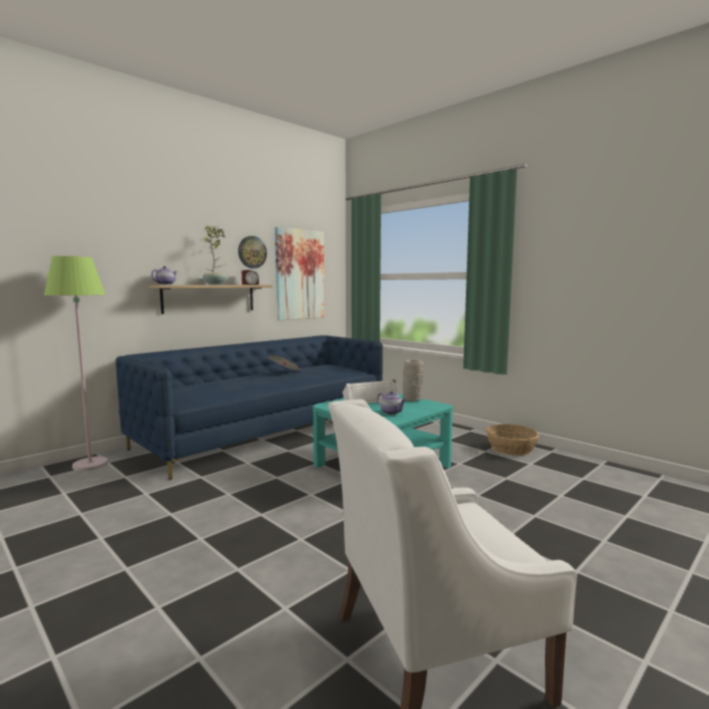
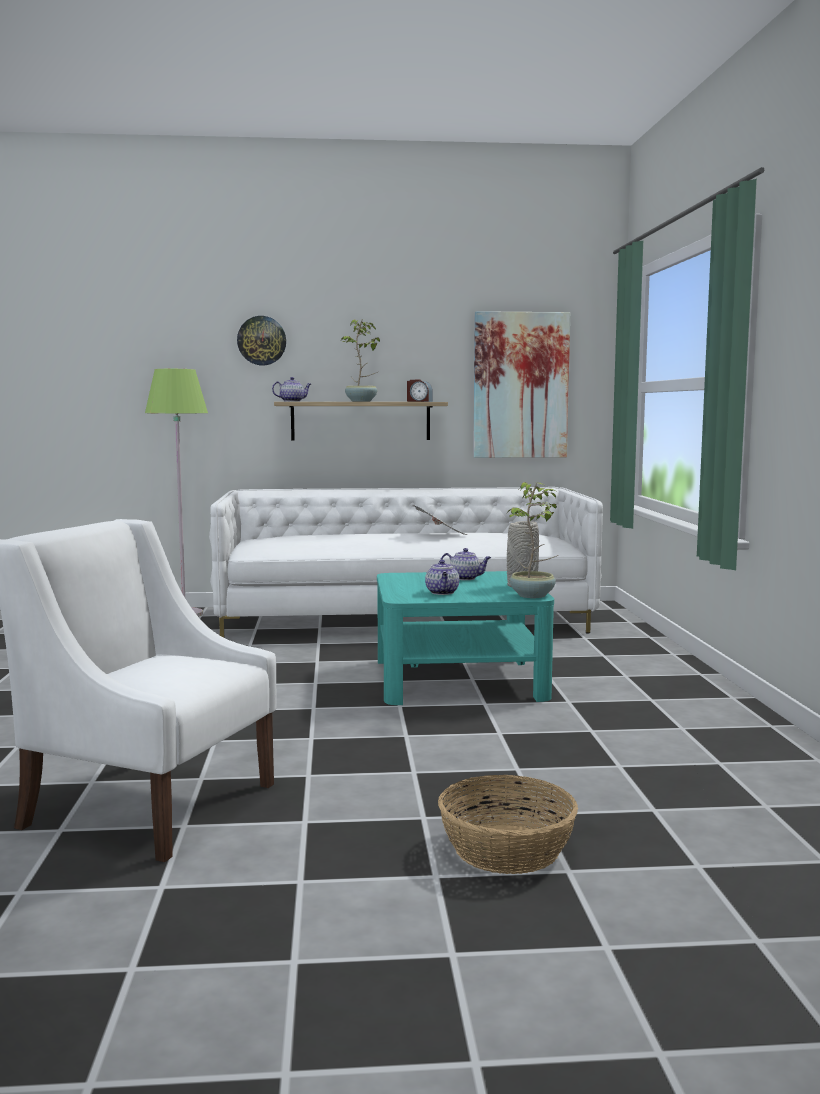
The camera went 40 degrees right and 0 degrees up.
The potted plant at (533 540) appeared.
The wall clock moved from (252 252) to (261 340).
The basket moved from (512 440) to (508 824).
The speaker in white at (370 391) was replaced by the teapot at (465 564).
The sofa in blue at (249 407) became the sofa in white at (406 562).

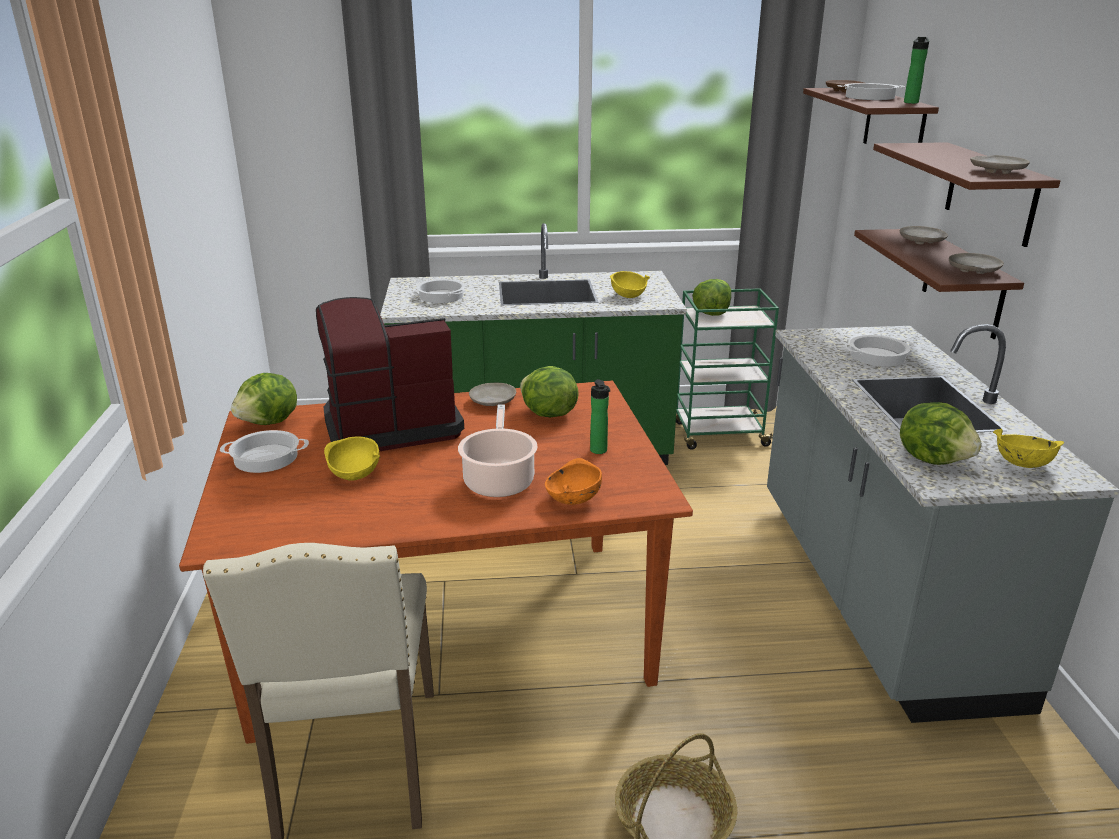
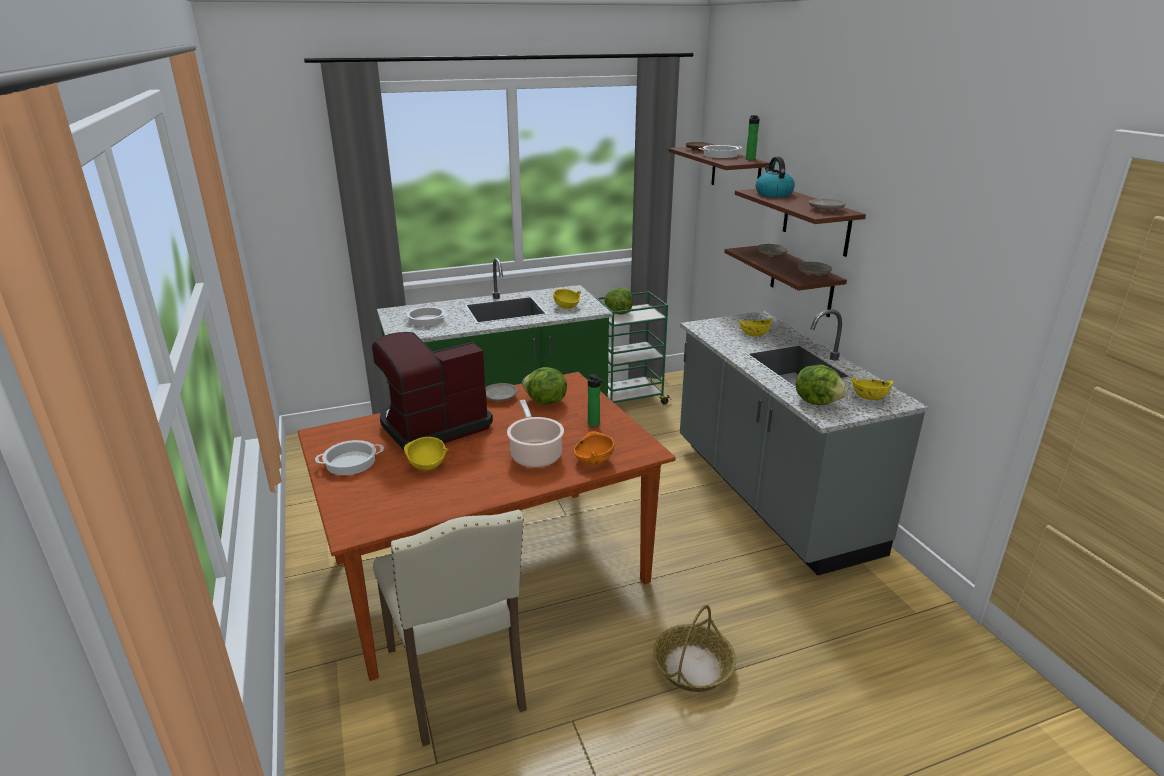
The camera went 15 degrees left and 0 degrees up.
The lettuce at (264 399) disappeared.
The kettle at (775 177) appeared.
The cooking pot at (879 351) was replaced by the bowl in yellow at (755 327).

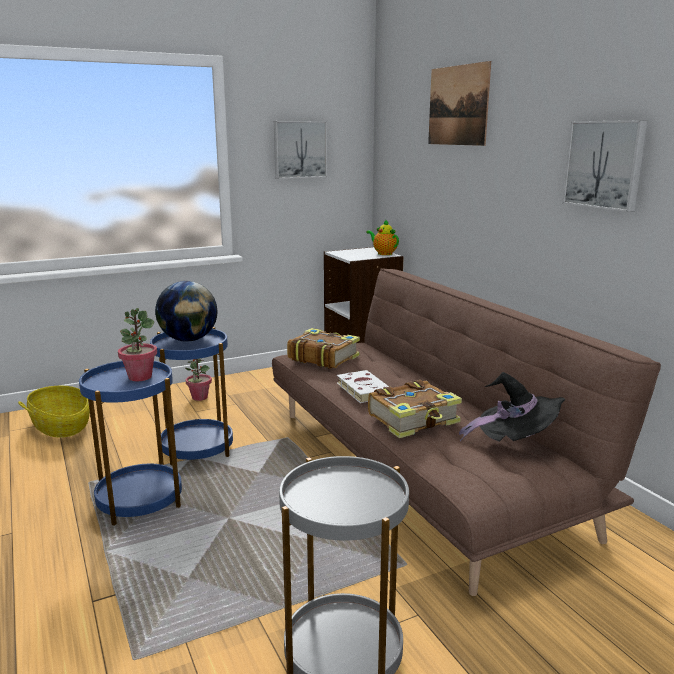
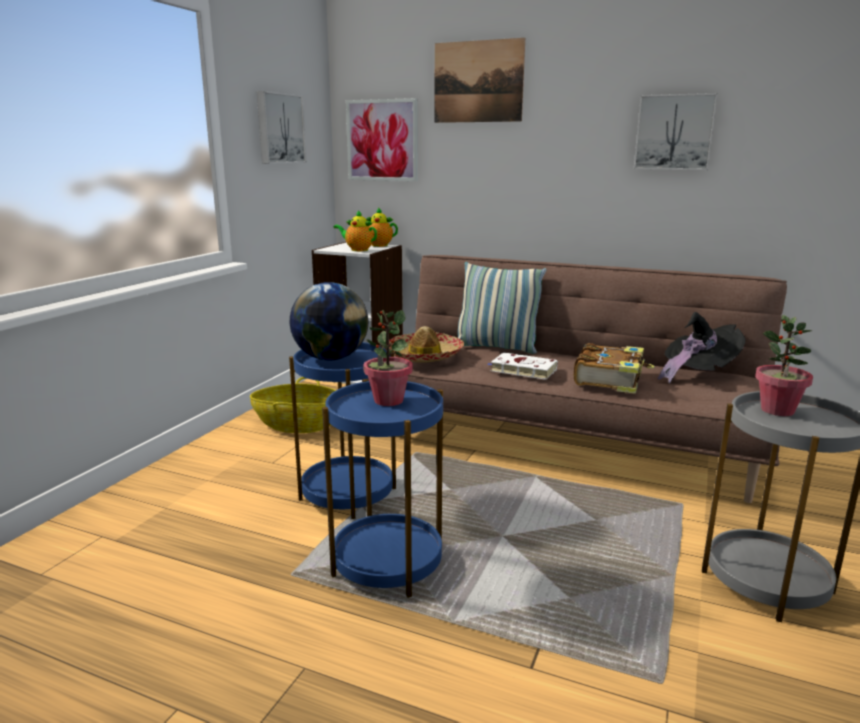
The camera went 40 degrees left and 0 degrees up.
The teapot at (355 230) appeared.
The picture at (382 139) appeared.
The pillow at (502 308) appeared.
The basket moved from (54 412) to (293 405).
The potted plant moved from (198 379) to (784 365).
The book at (323 348) was replaced by the hat at (426 344).

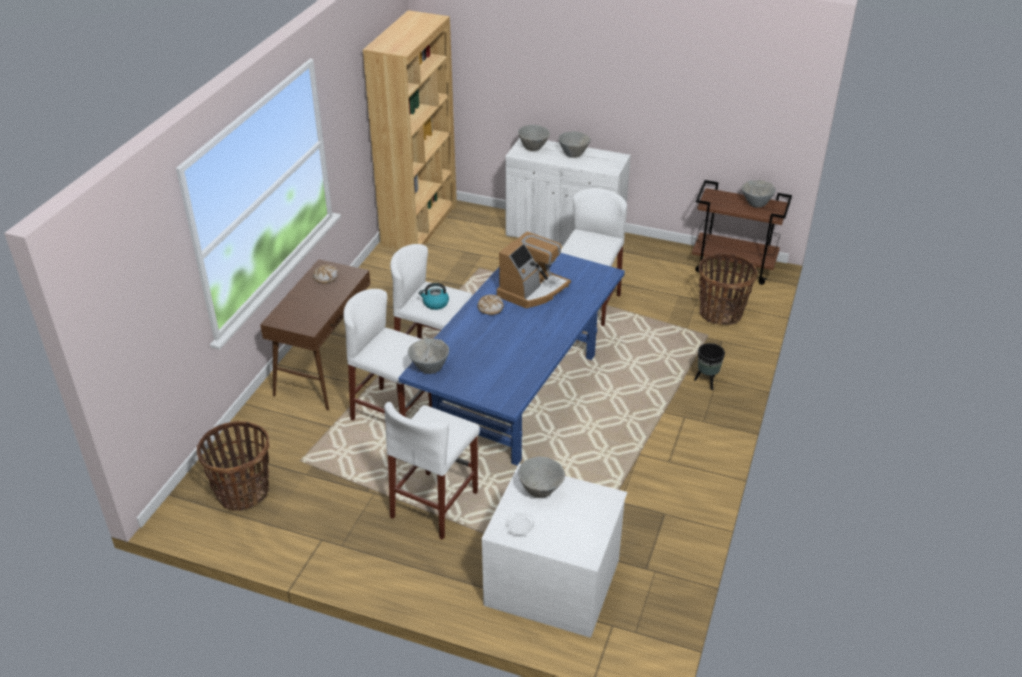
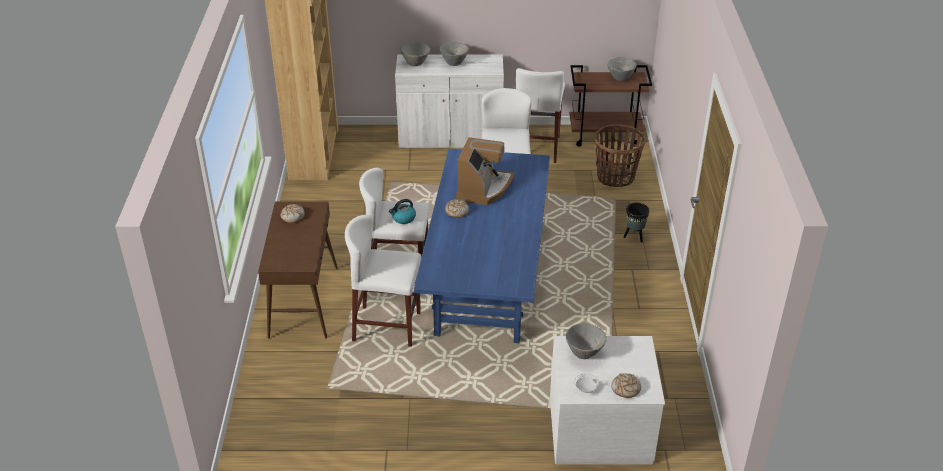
The camera went 20 degrees left and 0 degrees up.
The basket at (233 466) disappeared.
The bowl in grey at (428 356) disappeared.
The bread at (626 385) appeared.
The stool in white moved from (432 471) to (540 115).

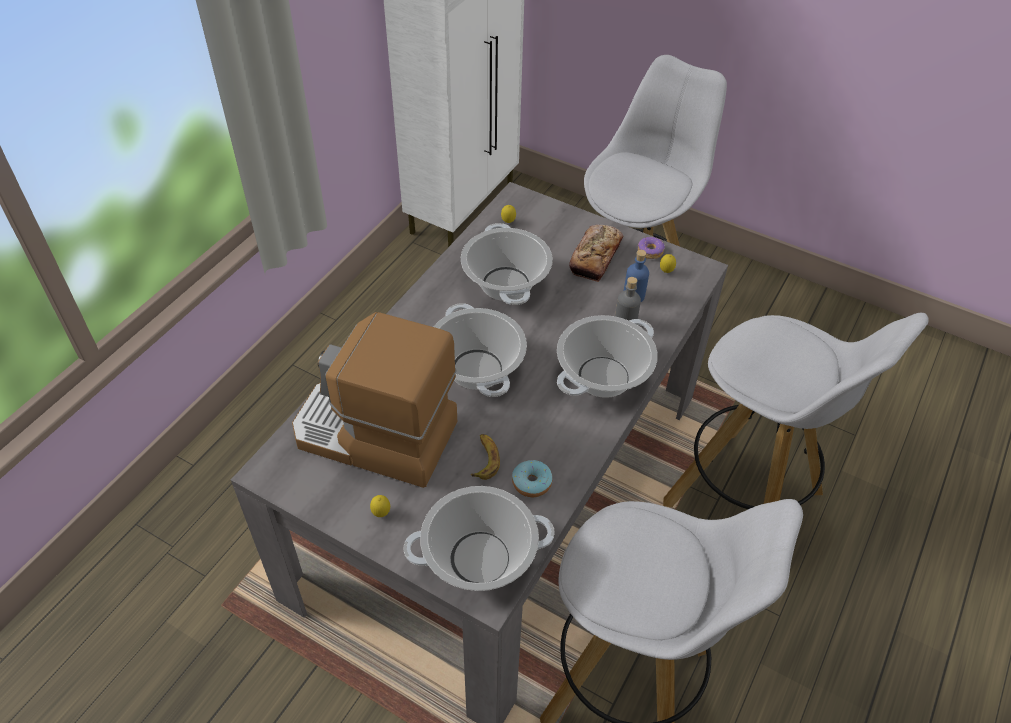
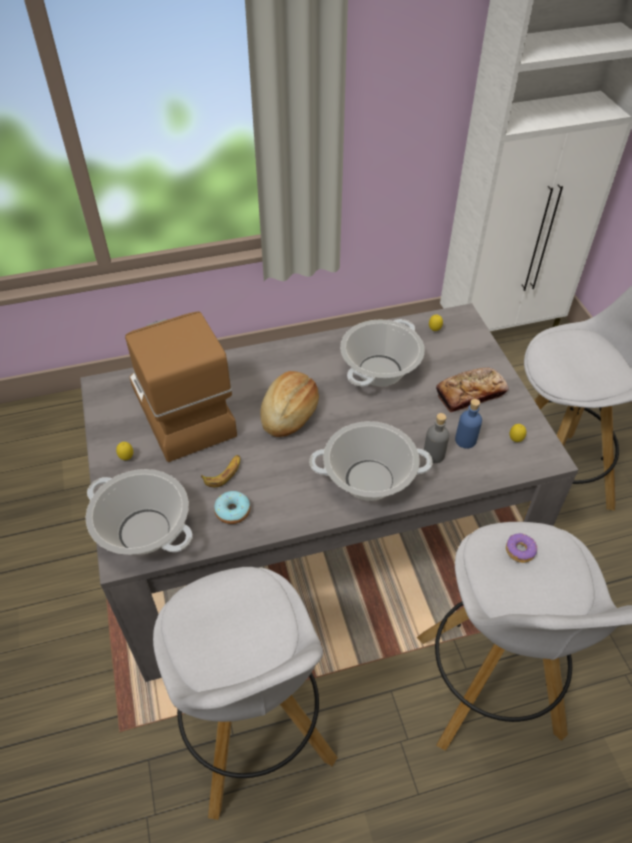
The camera went 45 degrees right and 0 degrees up.
The donut moved from (651 247) to (521 548).
The cooking pot at (480 350) was replaced by the bread at (289 404).

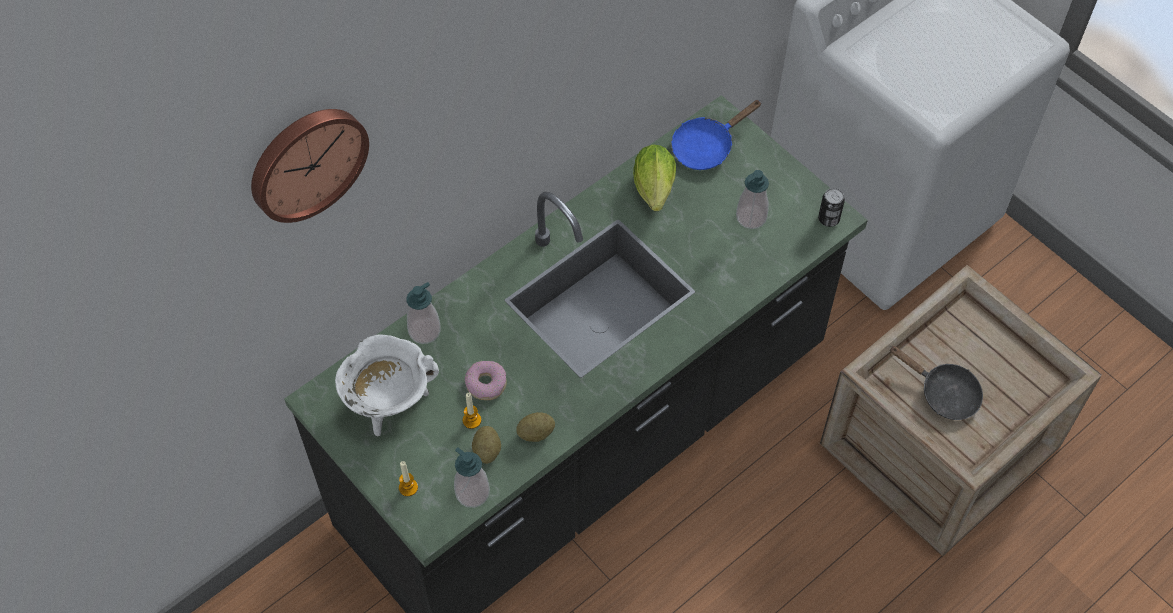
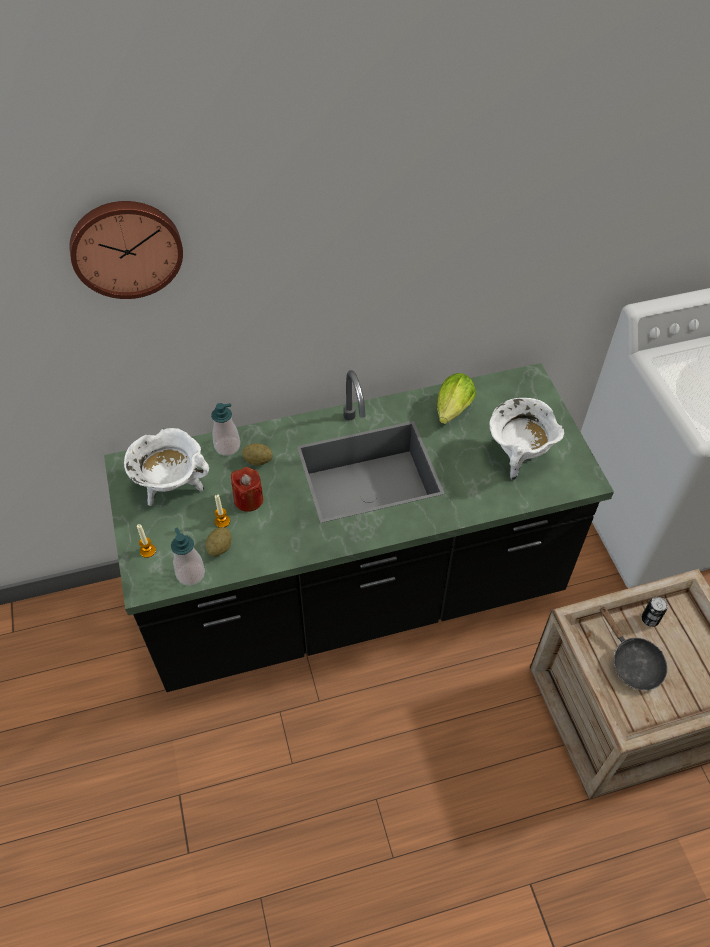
The camera went 25 degrees right and 5 degrees down.
The frying pan in blue at (716 135) disappeared.
The potato moved from (535 427) to (257 454).
The can moved from (831 207) to (654 612).
The donut at (486 380) was replaced by the candle in red at (247 489).
The soap dispenser at (752 199) was replaced by the cooking pot in white at (527 439).

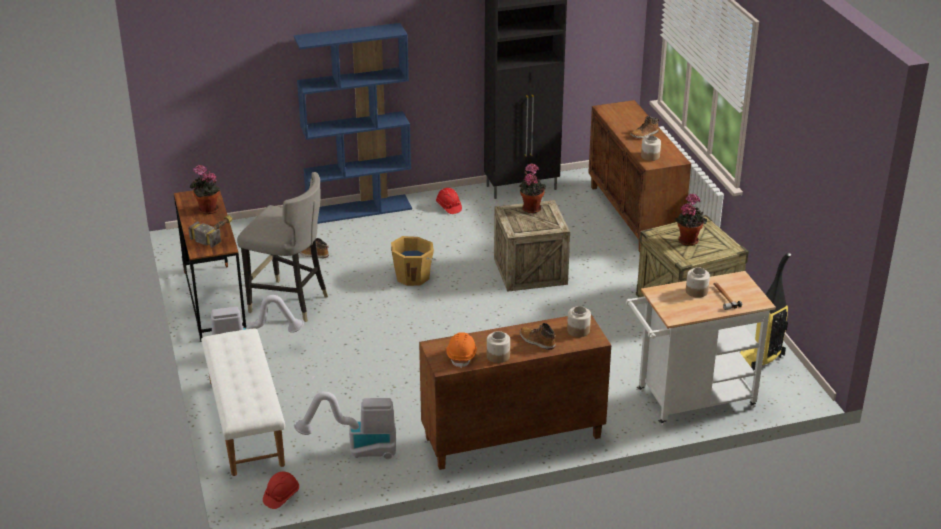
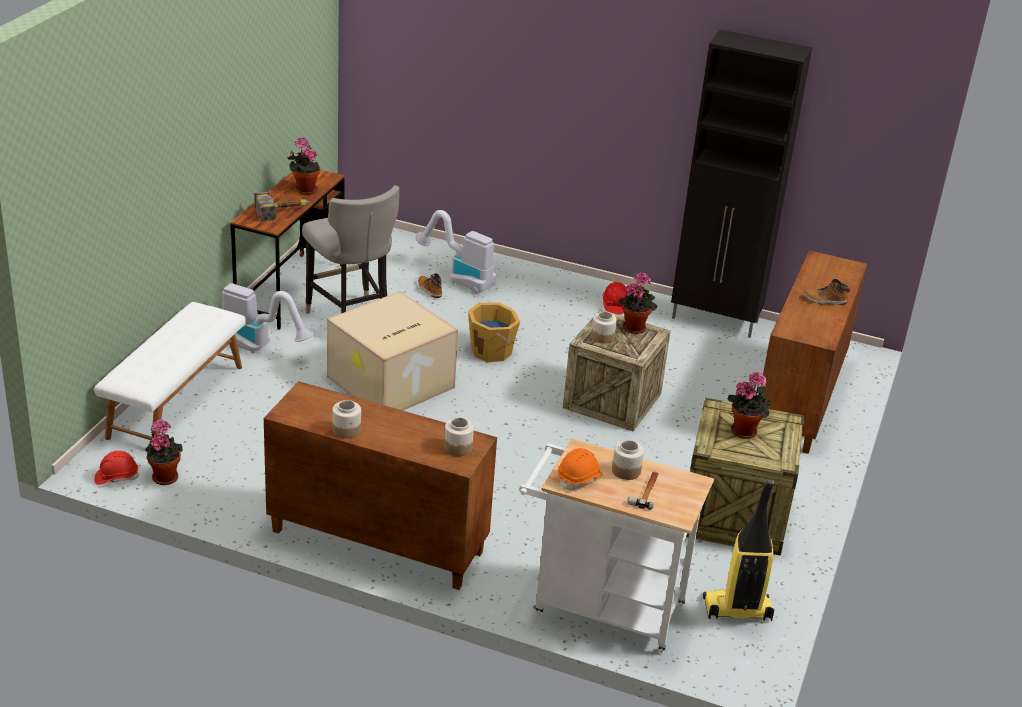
The camera went 35 degrees right and 0 degrees up.
The bookcase in blue at (353 123) disappeared.
The boot at (538 336) disappeared.
The potted plant at (164 452) appeared.
The cardboard box at (392 351) appeared.
The vacuum cleaner moved from (345 425) to (455 252).
The hard hat in orange moved from (461 350) to (580 469).
The jar moved from (651 148) to (604 327).

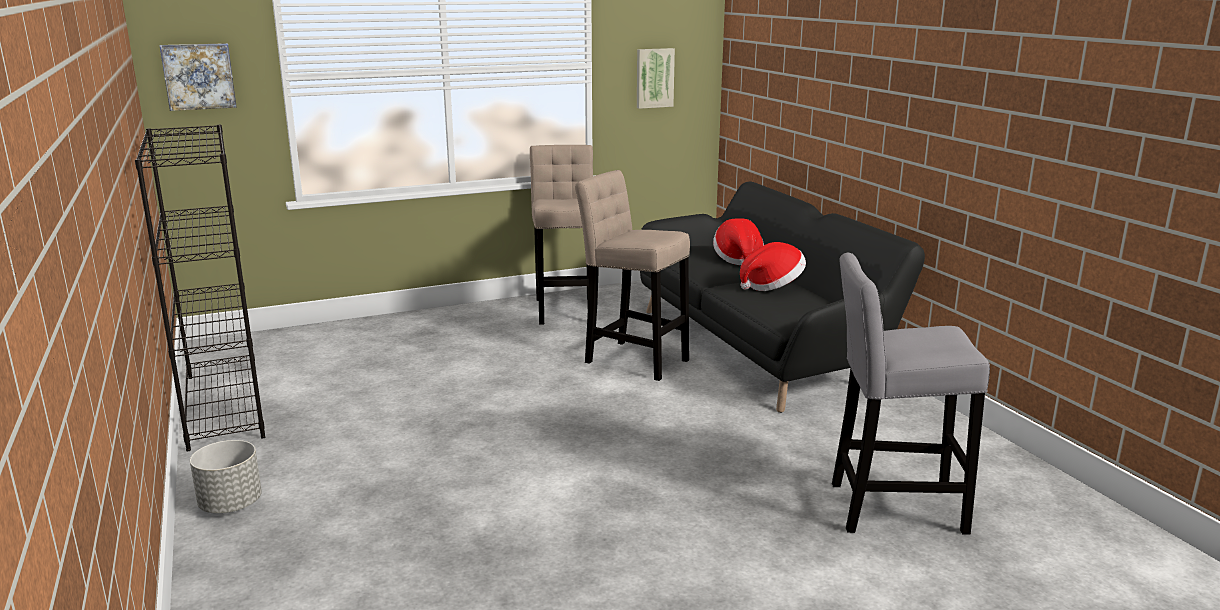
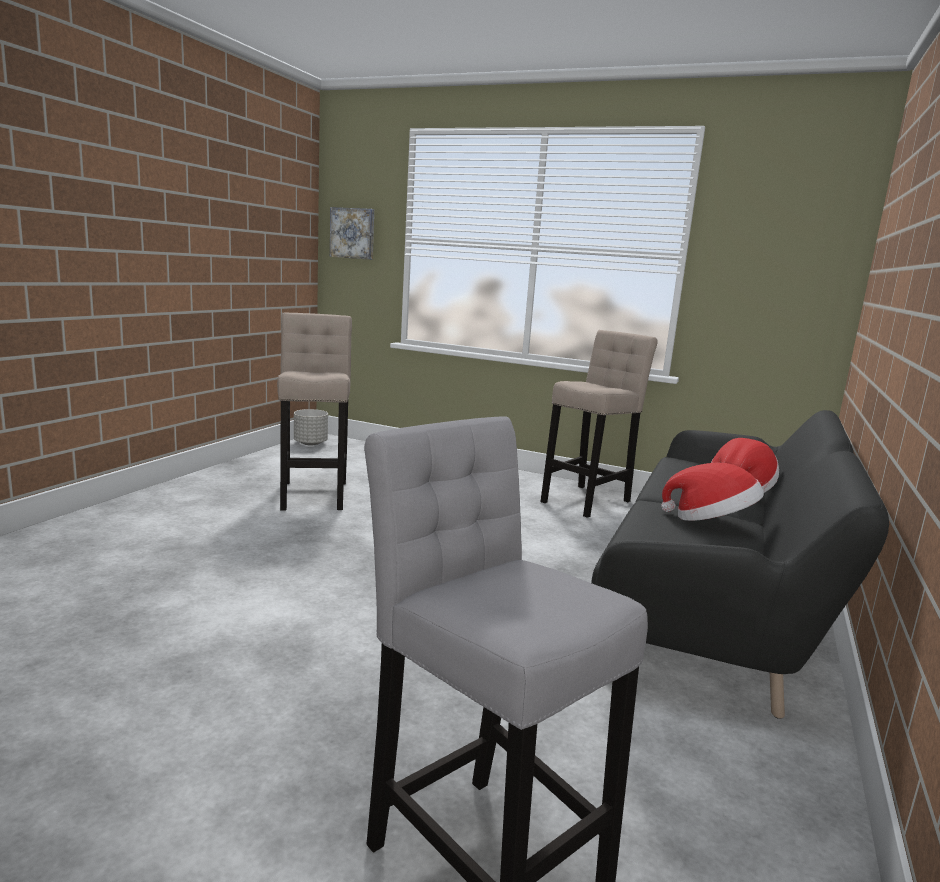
The camera went 45 degrees right and 5 degrees down.
The bookcase in black at (200 288) disappeared.
The picture at (656 78) disappeared.
The planter in grey moved from (226 476) to (311 427).
The stool in beige moved from (632 275) to (314 411).

